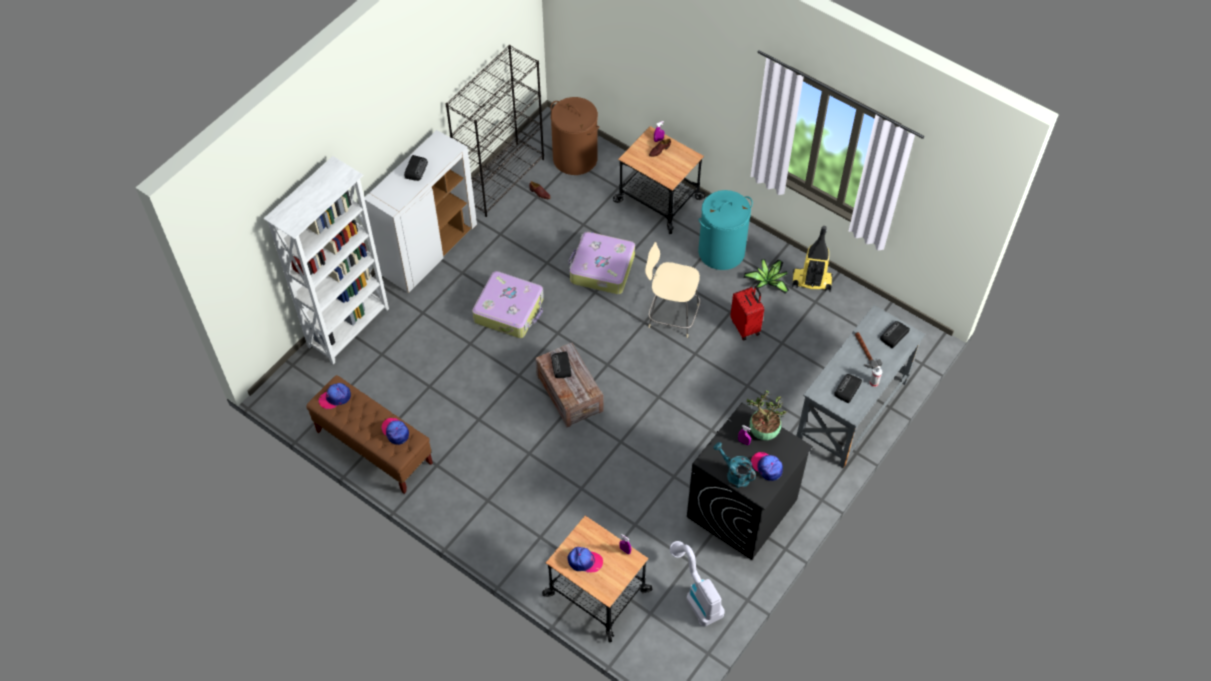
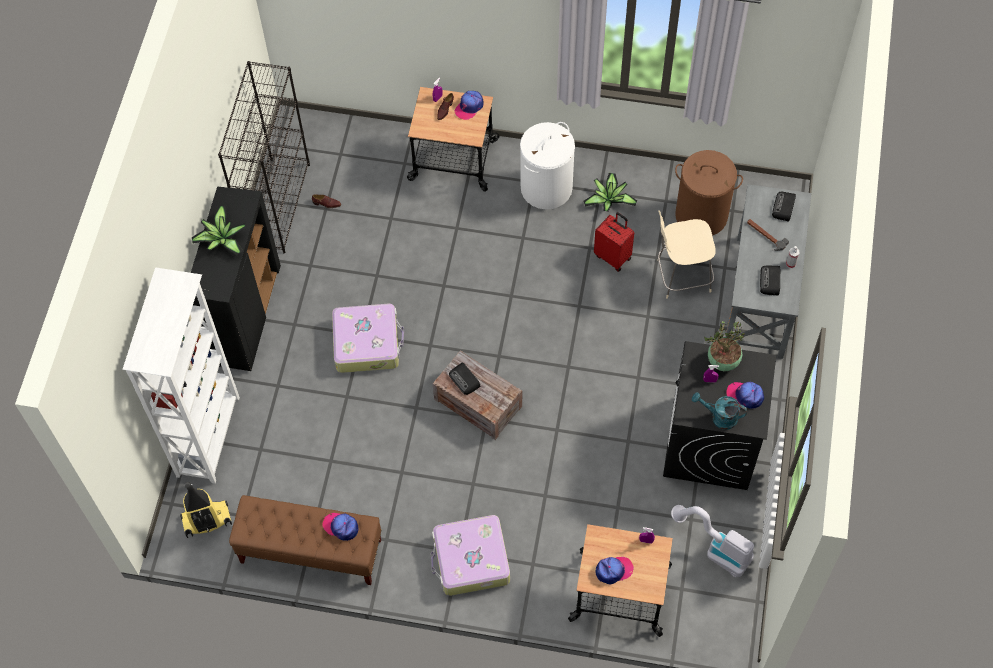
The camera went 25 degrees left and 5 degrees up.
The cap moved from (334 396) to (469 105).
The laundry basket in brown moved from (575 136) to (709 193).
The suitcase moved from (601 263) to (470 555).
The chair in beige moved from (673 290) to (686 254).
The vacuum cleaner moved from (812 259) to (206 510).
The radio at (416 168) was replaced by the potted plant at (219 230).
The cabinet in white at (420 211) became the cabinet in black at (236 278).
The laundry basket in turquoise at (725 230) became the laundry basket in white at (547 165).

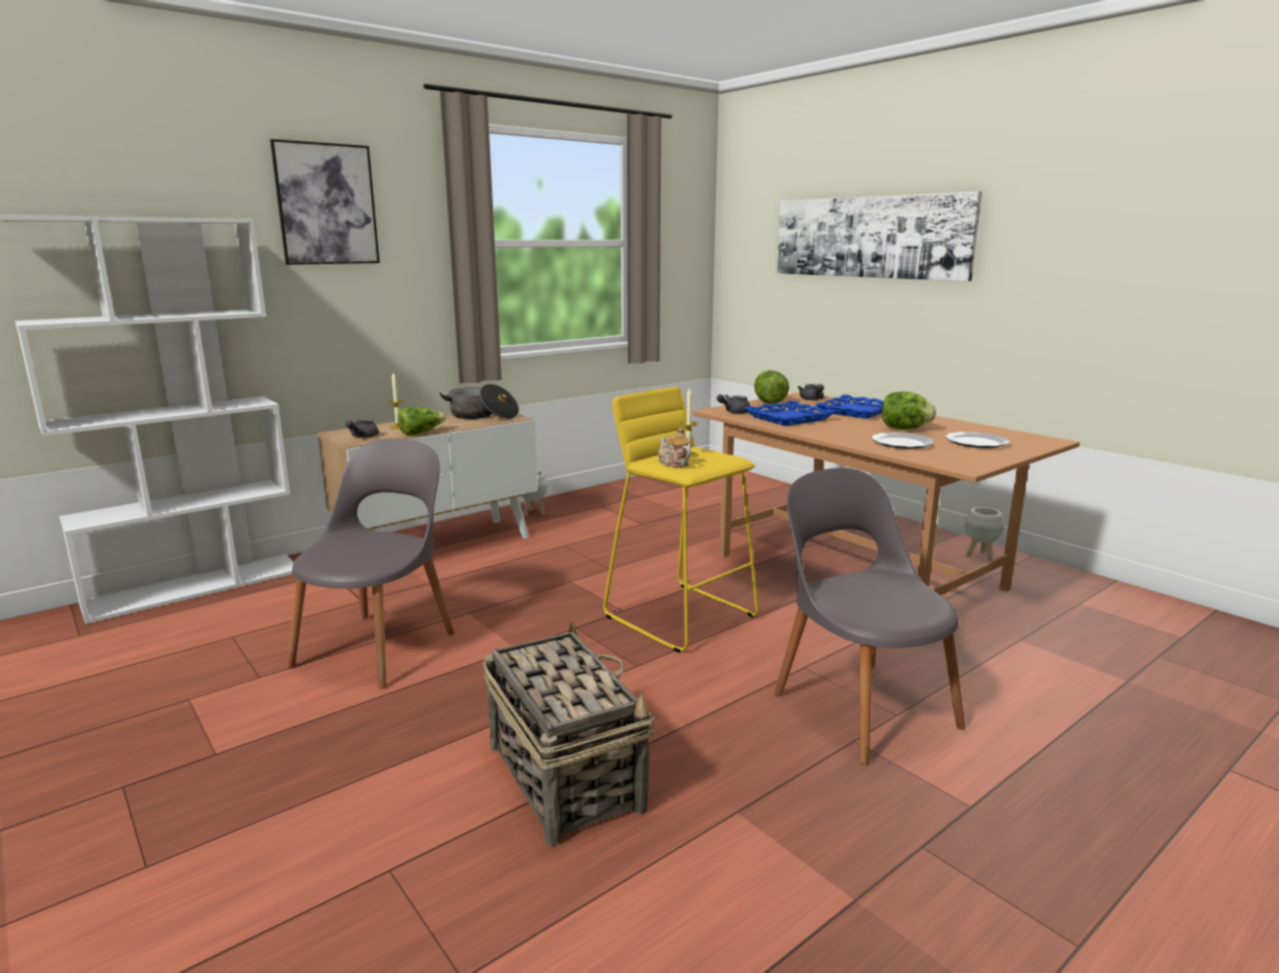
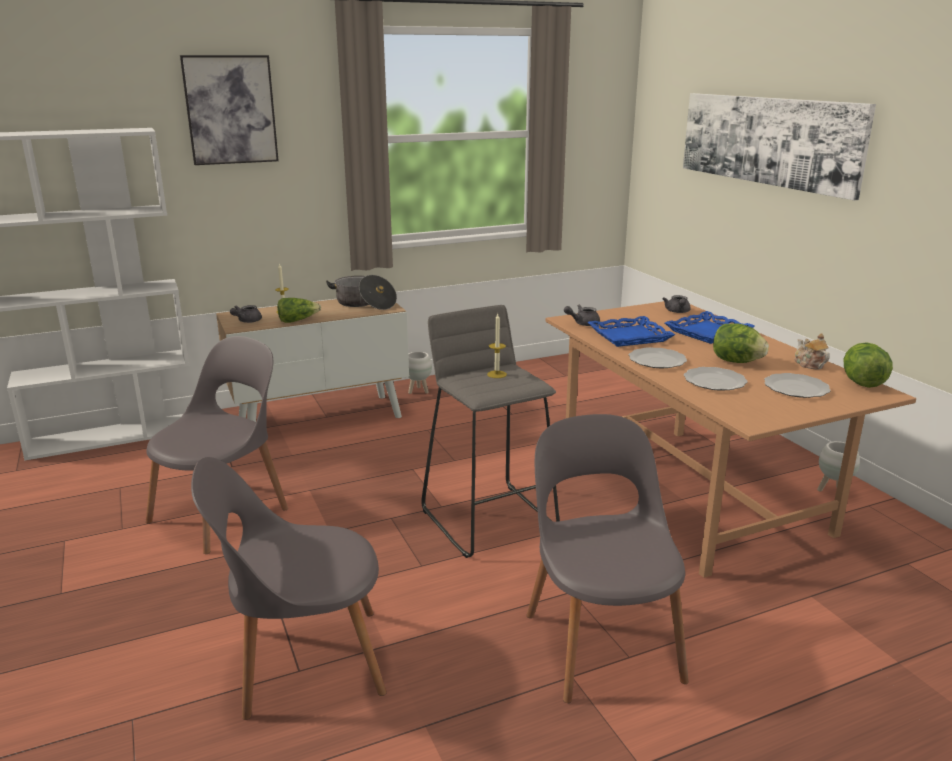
The camera went 15 degrees right and 5 degrees up.
The plate at (658 357) appeared.
The teapot moved from (674 447) to (812 351).
The lettuce moved from (771 387) to (868 365).
The basket at (568 733) was replaced by the chair in grey at (289 588).
The stool in yellow at (681 520) became the stool in grey at (490 431).

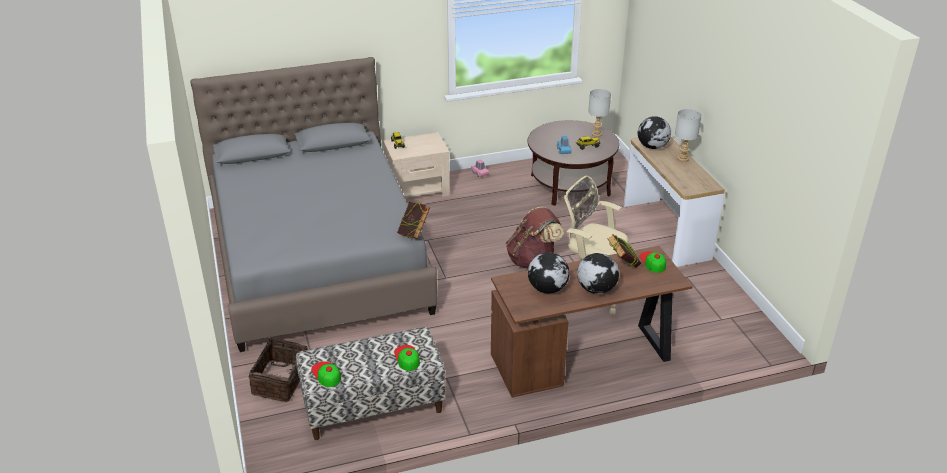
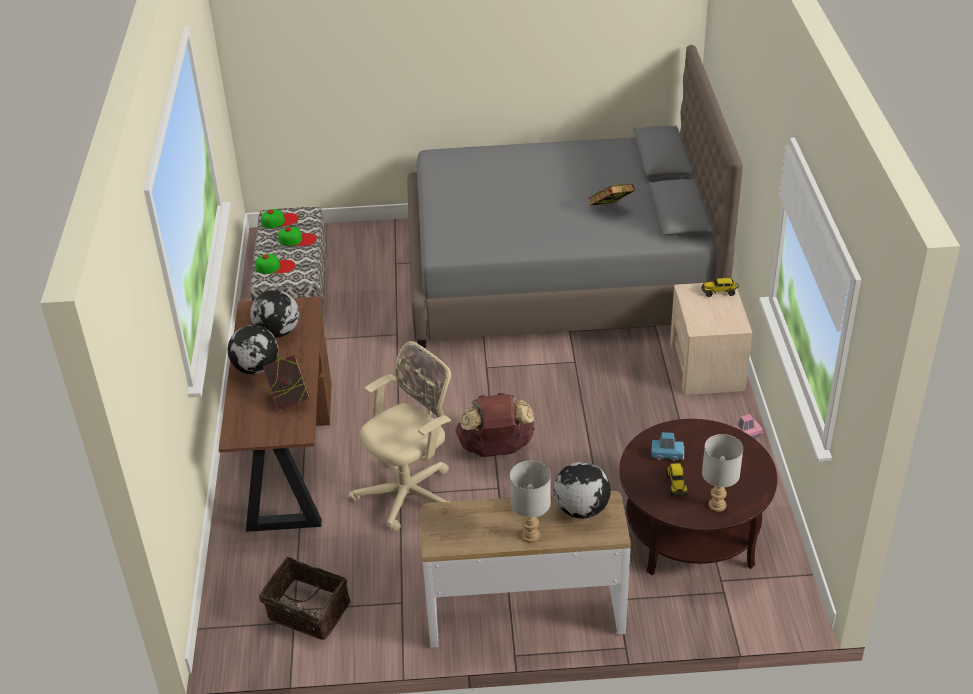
The camera went 105 degrees right and 5 degrees up.
The basket moved from (278 370) to (305 598).
The book moved from (413 220) to (611 195).
The cap moved from (653 262) to (297 236).

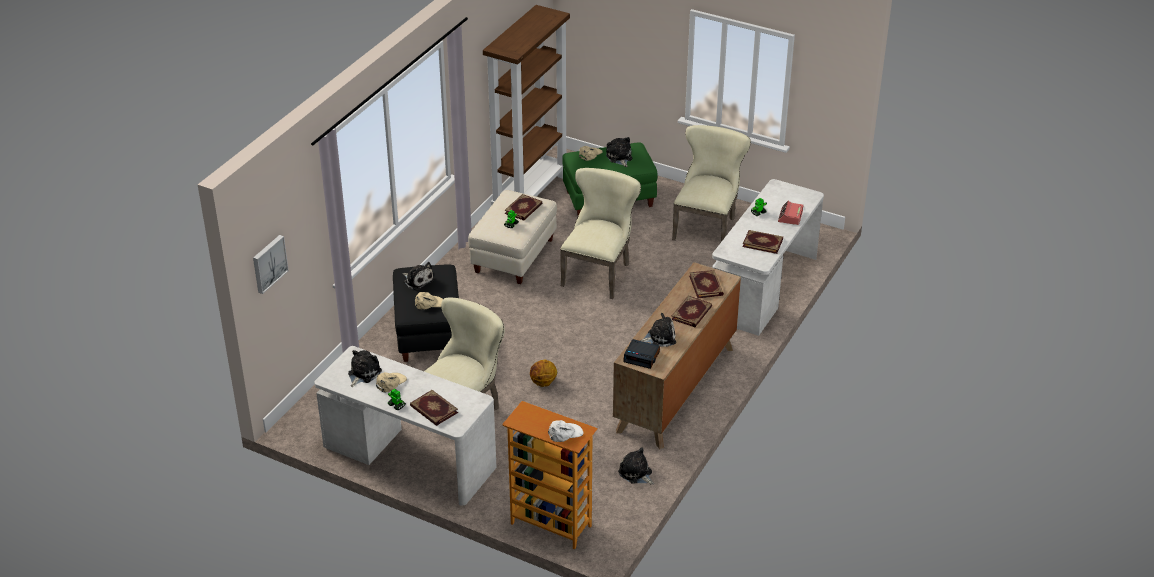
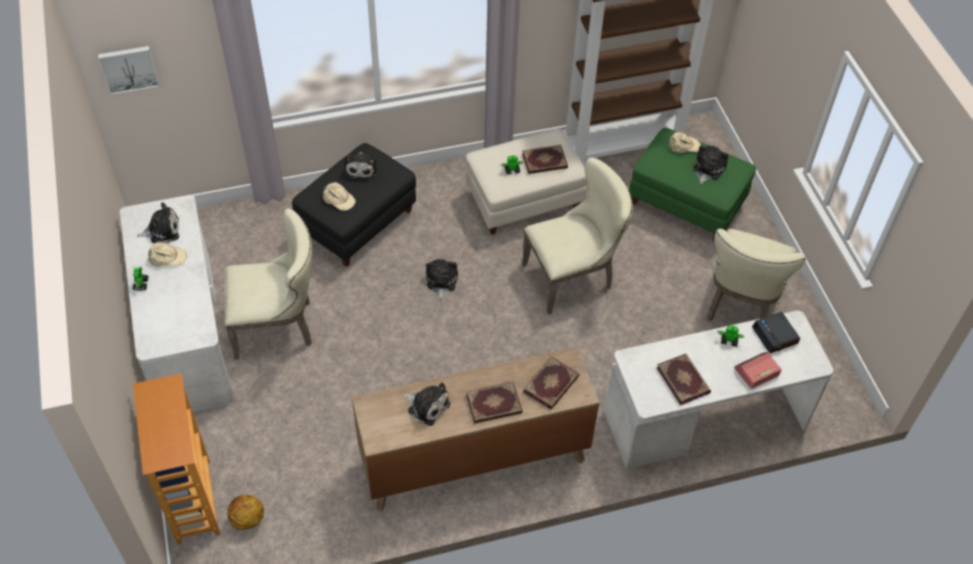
The camera went 45 degrees right and 15 degrees up.
The book at (434 408) disappeared.
The cap in white at (565 431) disappeared.
The basketball moved from (543 373) to (245 512).
The plush toy moved from (636 466) to (442 280).
The alarm clock moved from (641 354) to (776 332).
The chair in beige at (711 183) turned 135 degrees clockwise.

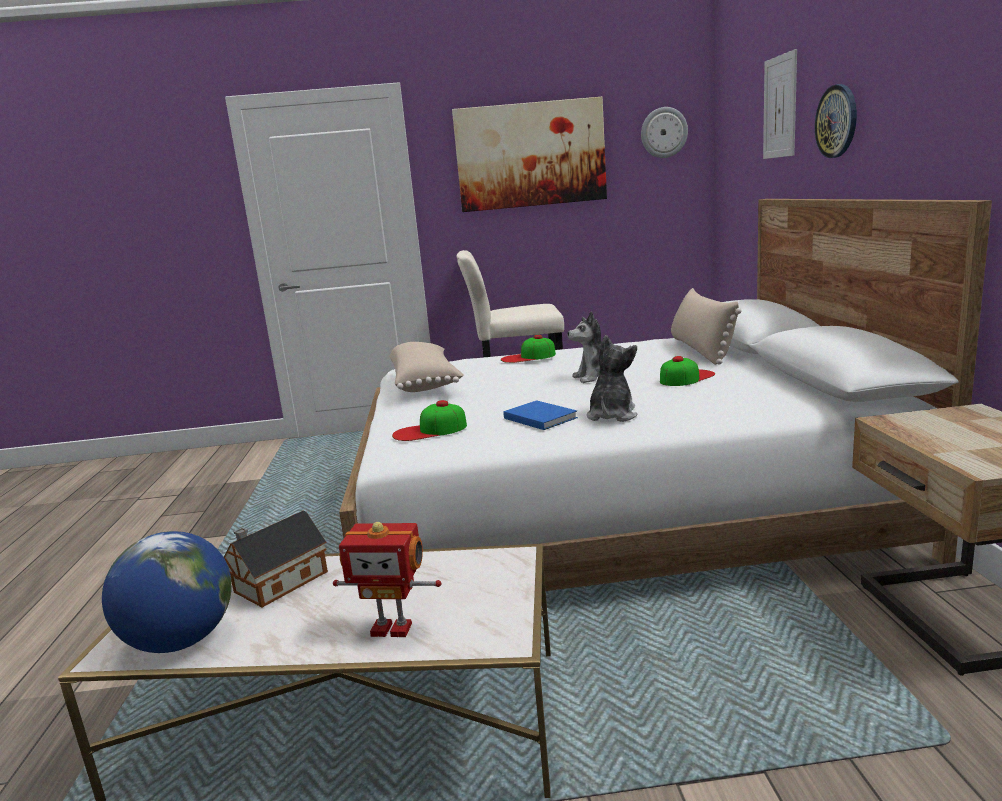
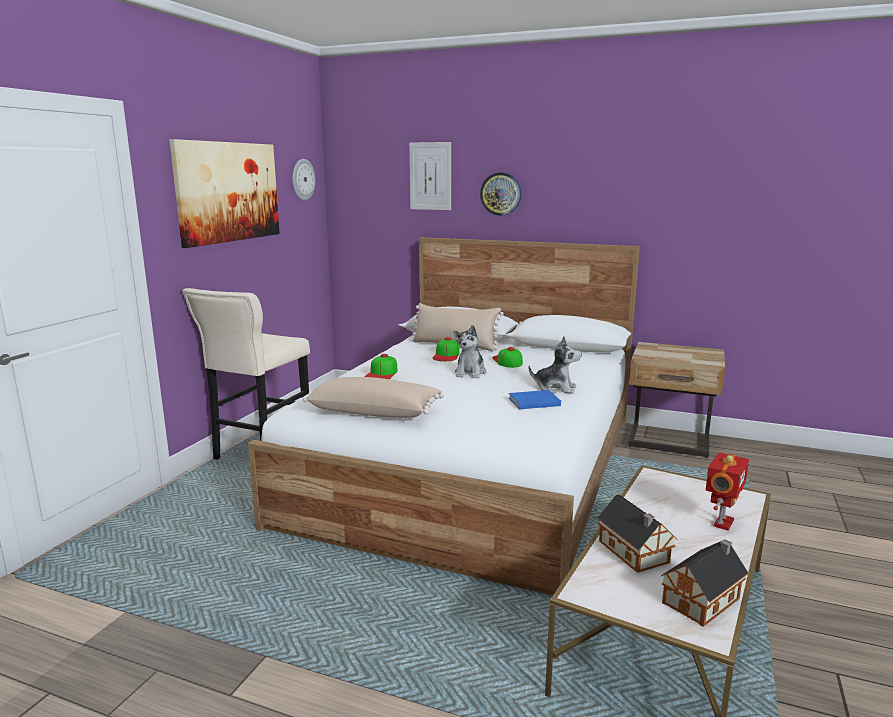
The camera went 65 degrees left and 0 degrees up.
The cap moved from (429 420) to (446 349).
The globe at (167 592) was replaced by the toy house at (705 583).
The plush toy at (612 378) turned 150 degrees clockwise.

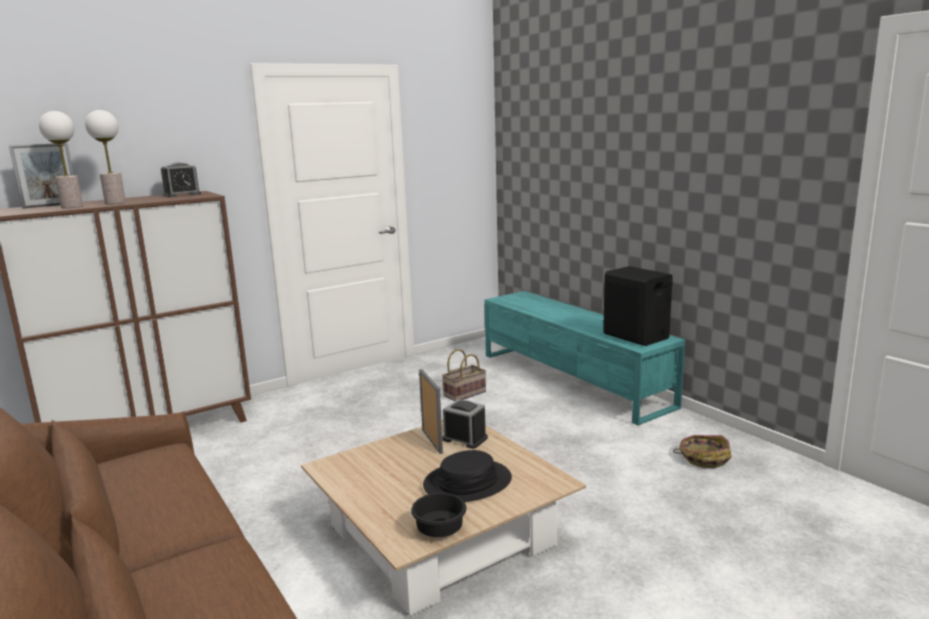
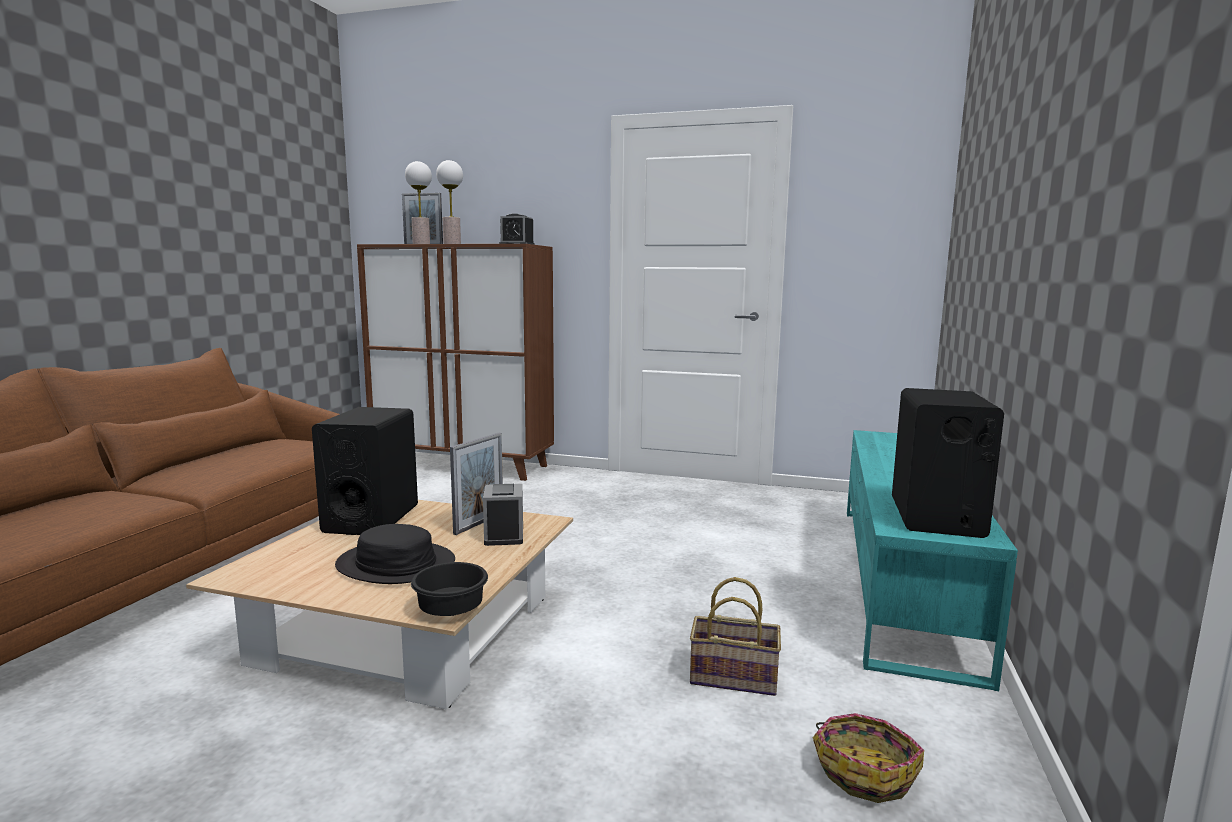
The camera went 50 degrees right and 5 degrees down.
The speaker in black at (365 471) appeared.
The bowl in black moved from (438 515) to (449 589).
The basket moved from (464 375) to (735 636).

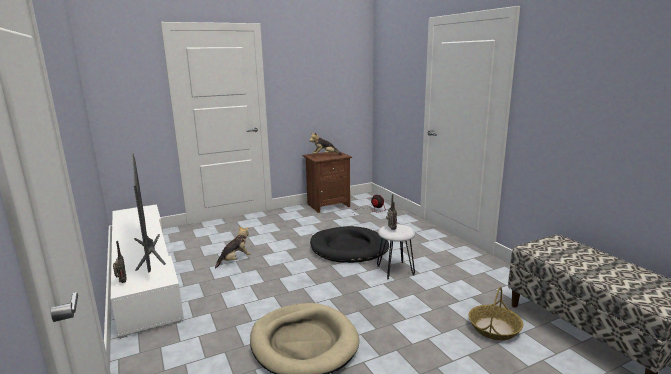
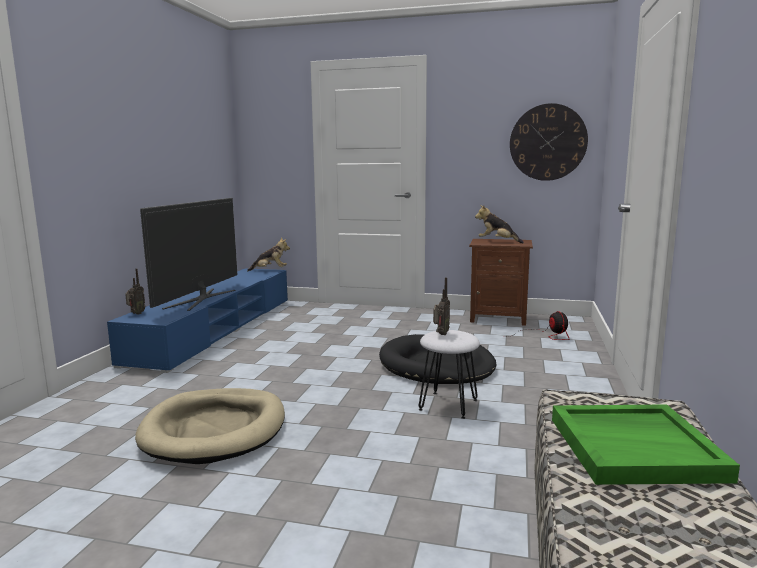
The camera went 40 degrees right and 5 degrees down.
The basket at (496 313) disappeared.
The wall clock at (549 142) appeared.
The tray in green at (646 444) appeared.
The plush toy moved from (233 247) to (268 254).
The tv stand in white at (147 272) became the tv stand in blue at (197 320).

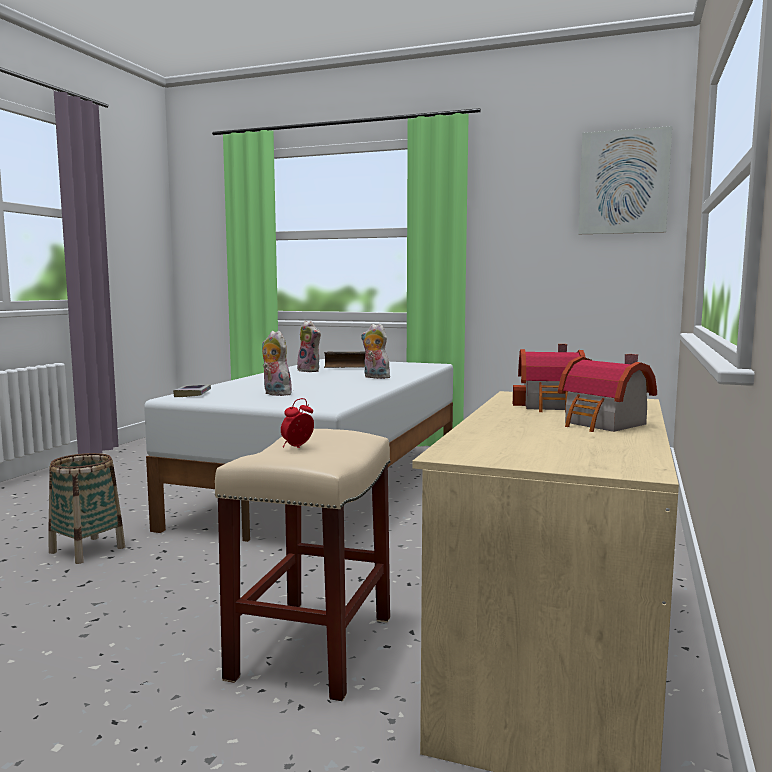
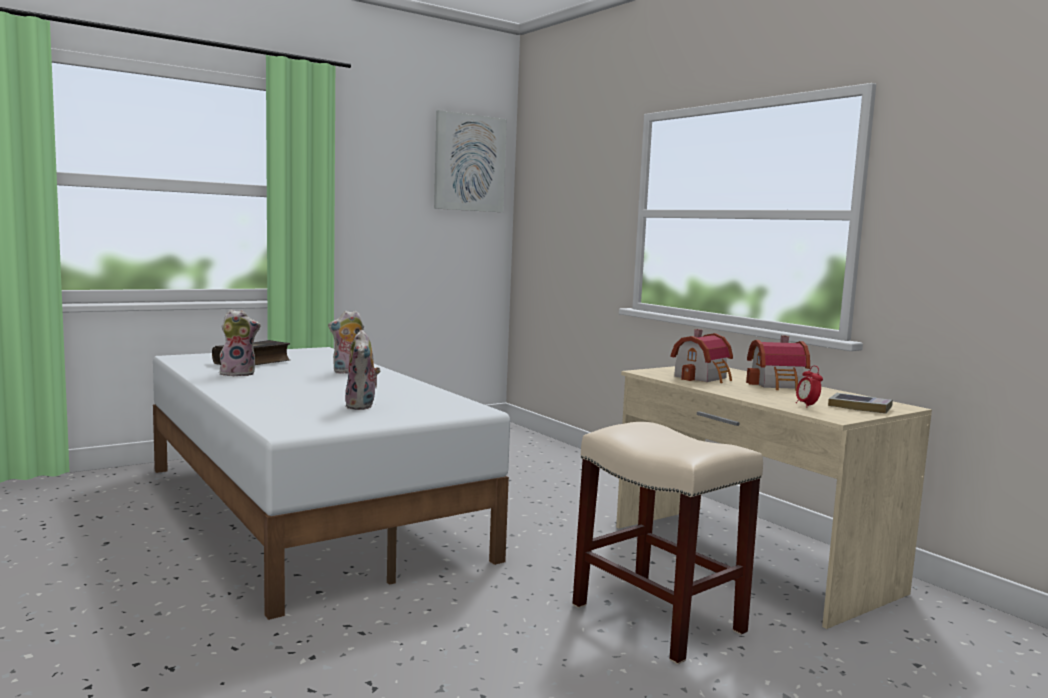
The camera went 55 degrees left and 0 degrees up.
The basket at (86 508) disappeared.
The book moved from (192 390) to (860 403).
The alarm clock moved from (297 423) to (809 387).
The plush toy at (278 363) turned 90 degrees counterclockwise.

